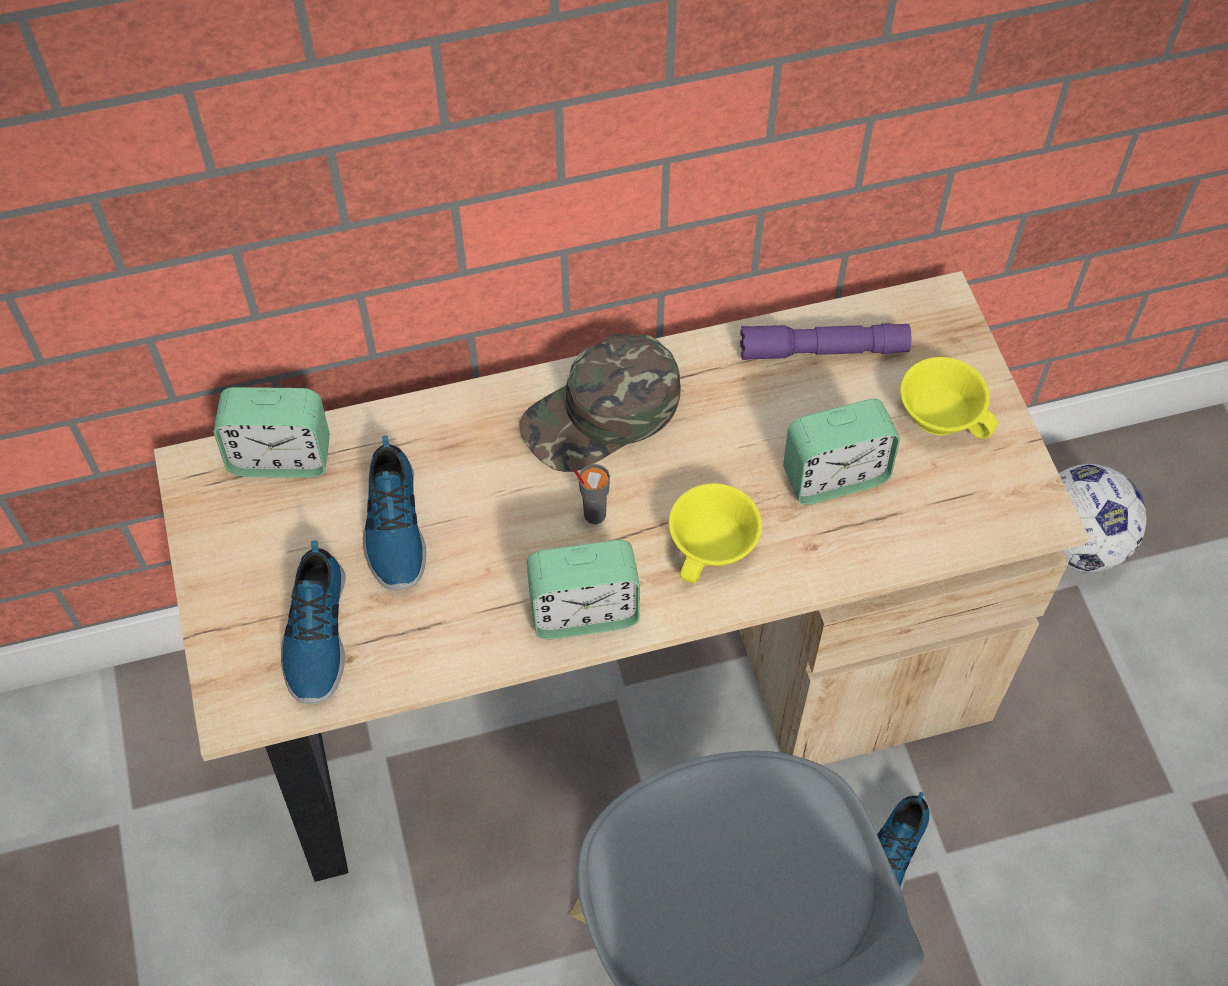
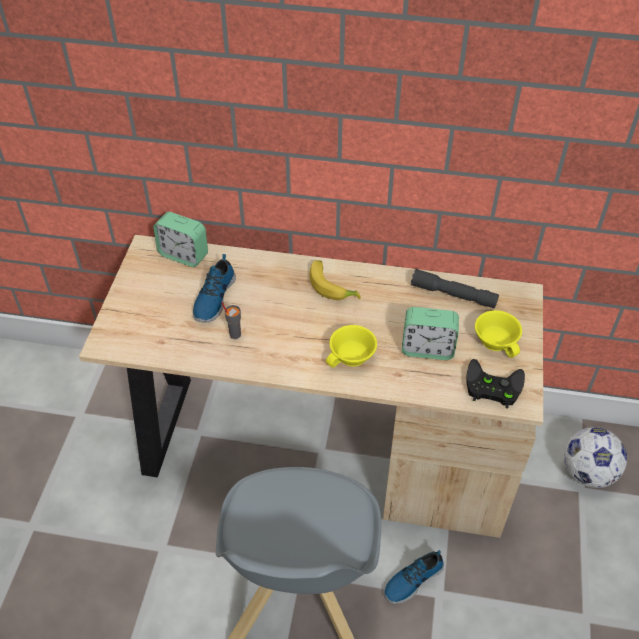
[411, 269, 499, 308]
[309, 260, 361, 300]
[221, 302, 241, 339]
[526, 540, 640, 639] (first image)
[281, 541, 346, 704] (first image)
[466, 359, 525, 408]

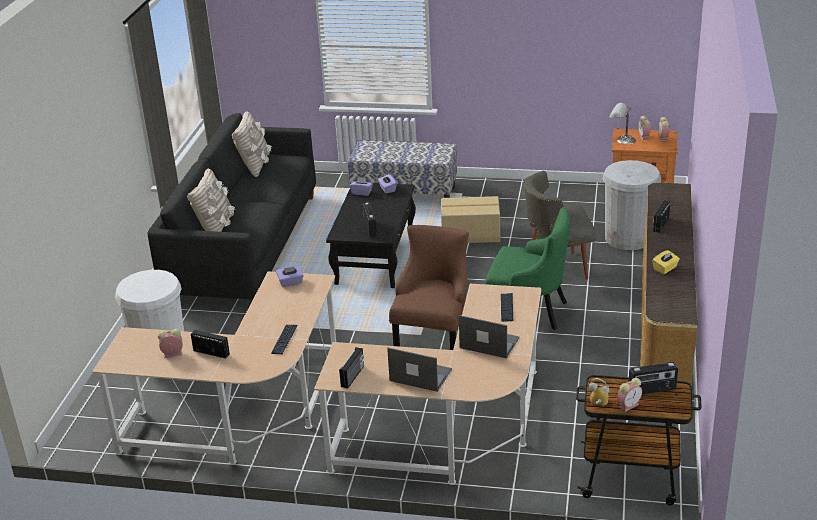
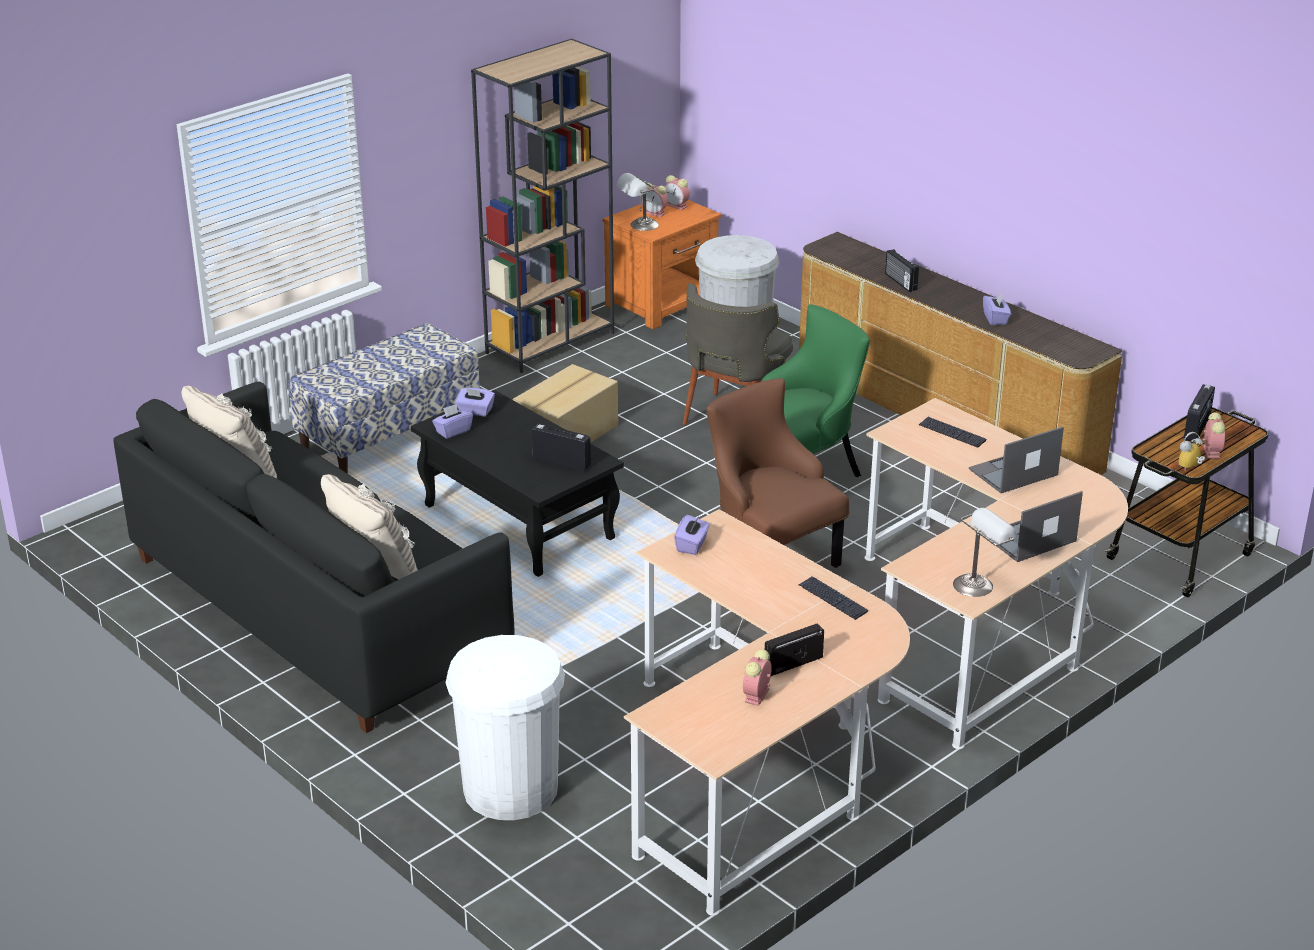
[983, 292, 1011, 325]
[953, 508, 1018, 597]
[471, 39, 614, 373]

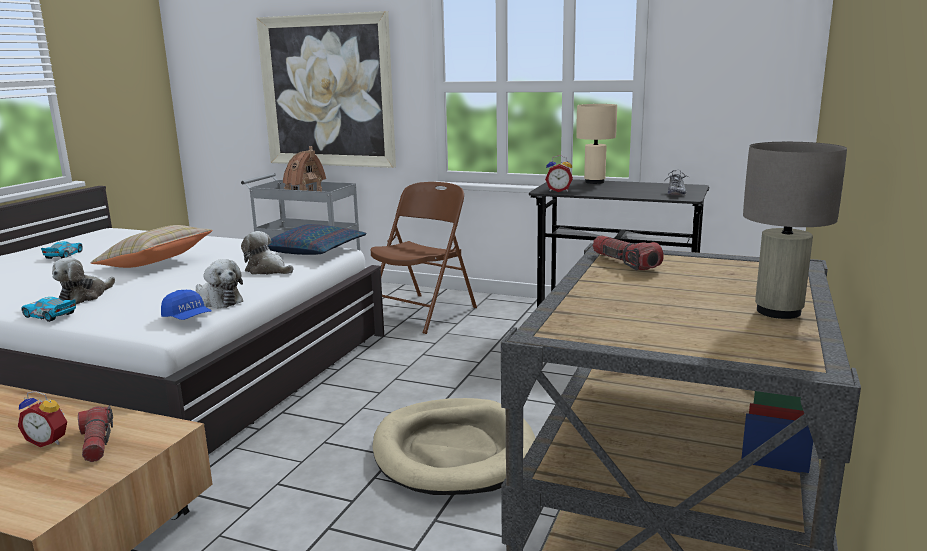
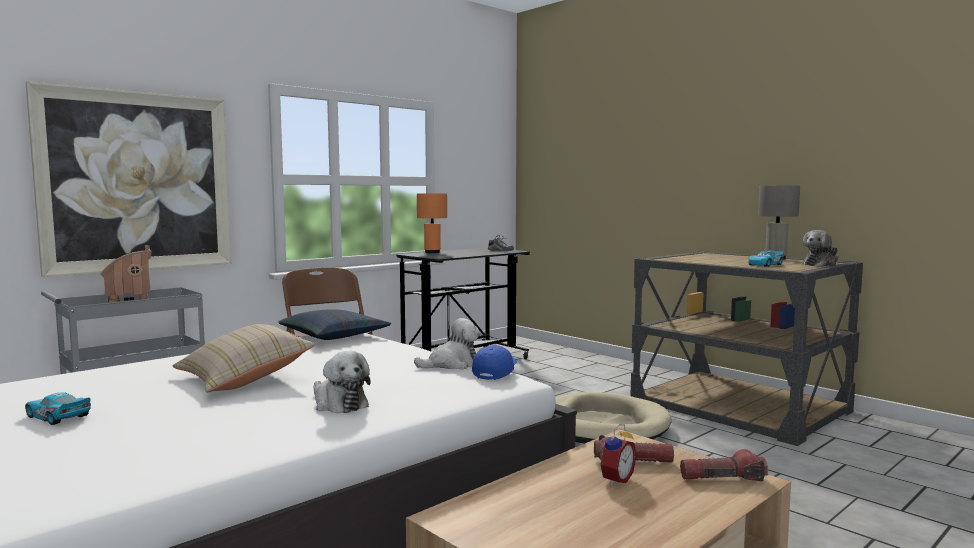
[417, 193, 447, 253]
[545, 155, 573, 192] (first image)
[803, 230, 839, 267]
[680, 449, 768, 482]
[472, 345, 517, 380]
[748, 250, 784, 267]

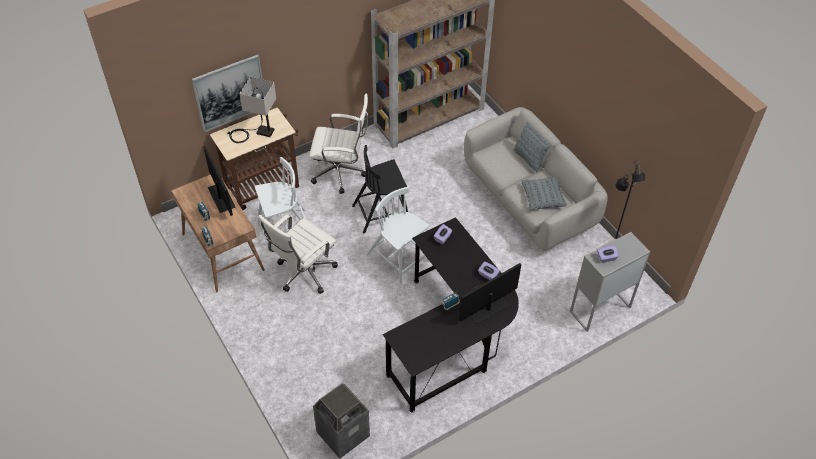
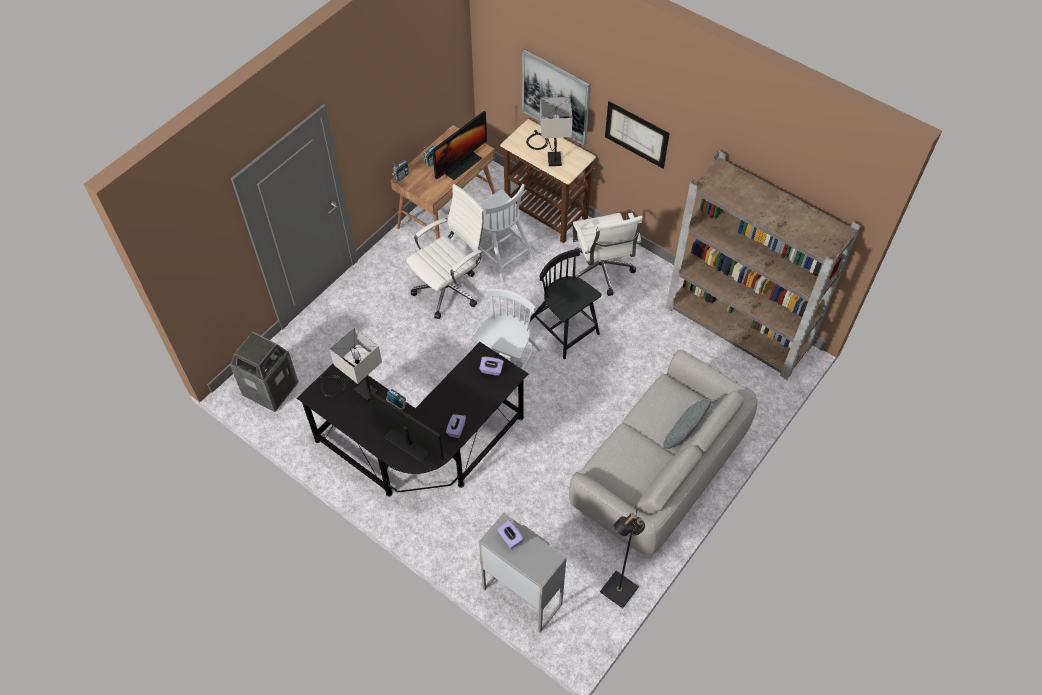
[521, 176, 567, 210] (first image)
[406, 184, 484, 319]
[605, 101, 670, 169]
[320, 327, 382, 401]

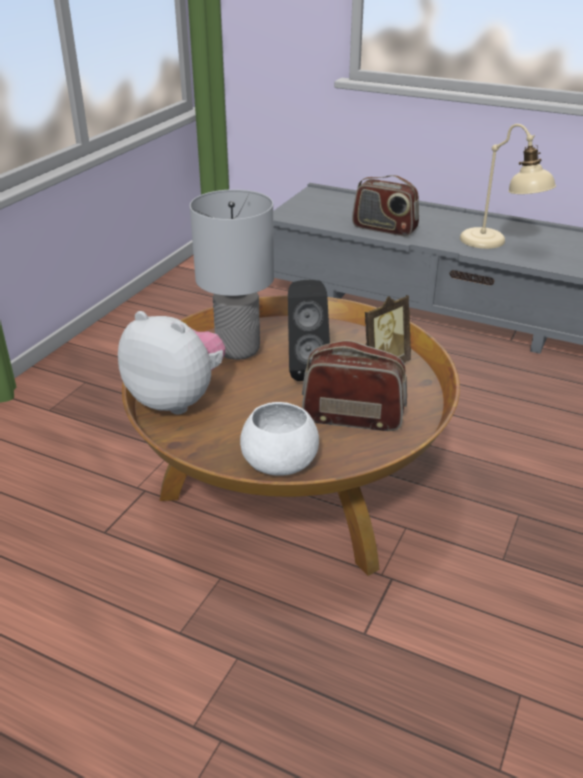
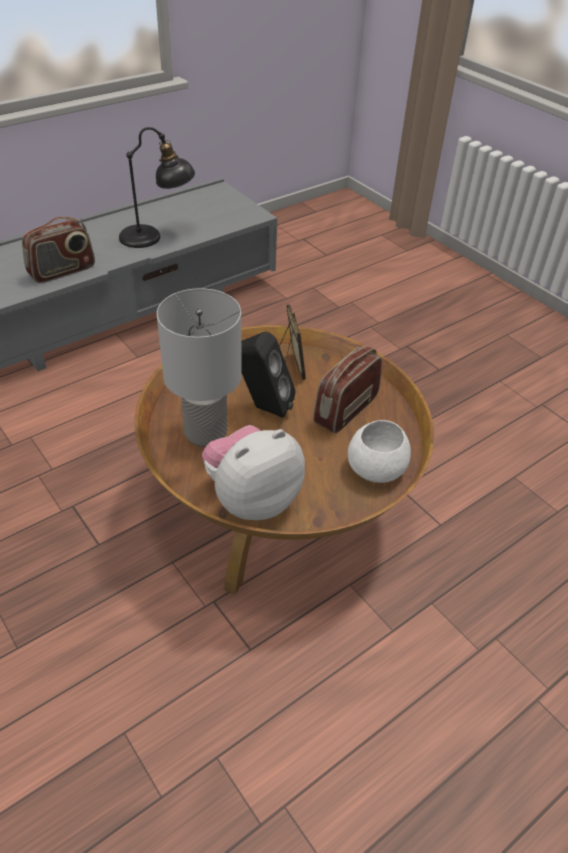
[119, 127, 195, 248]

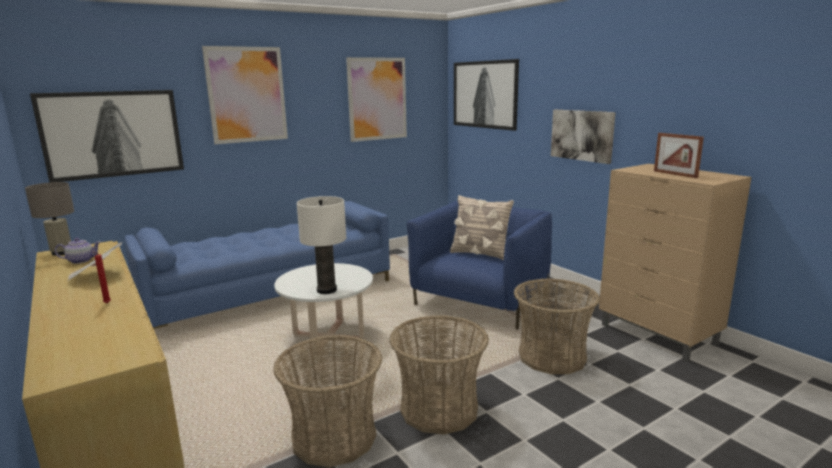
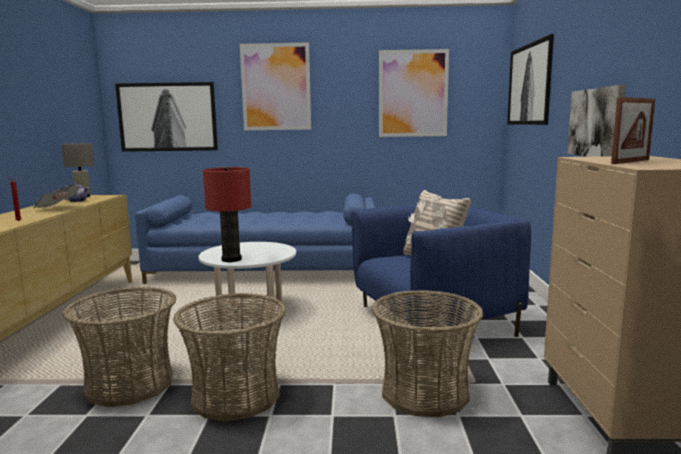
[611, 97, 656, 164]
[203, 167, 251, 262]

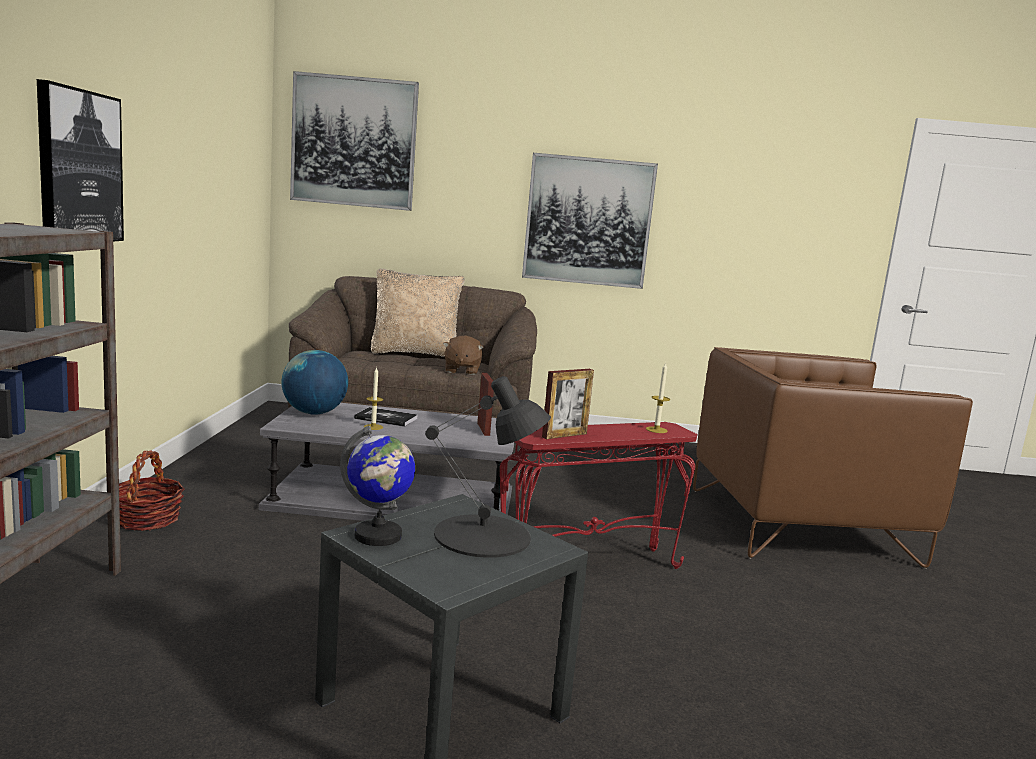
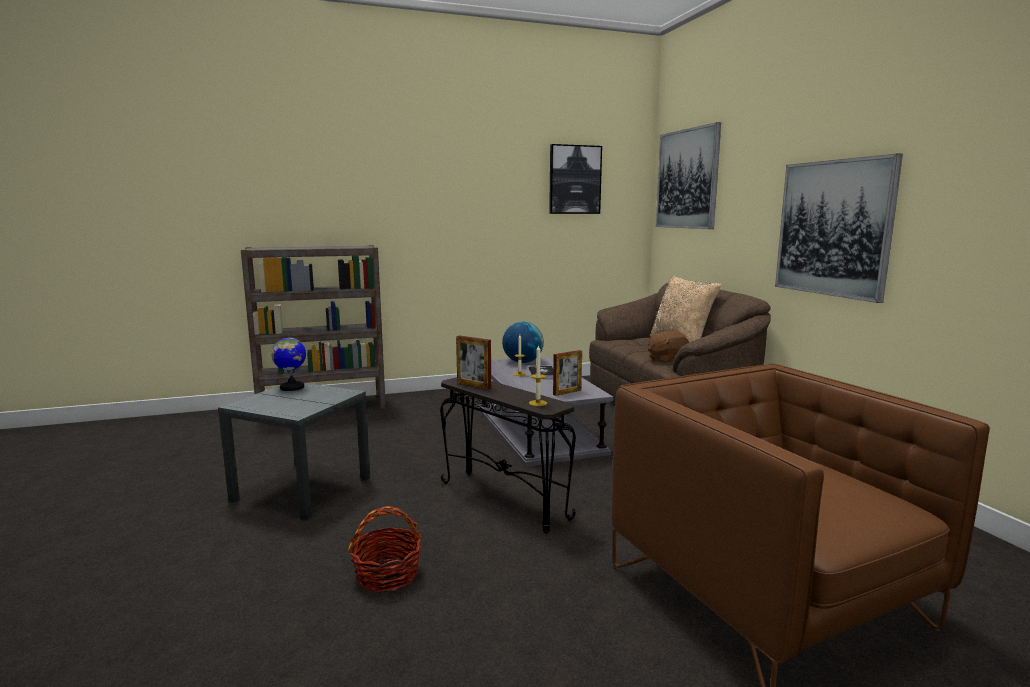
[549, 144, 602, 214]
[425, 376, 551, 558] (first image)
[440, 377, 576, 534]
[348, 506, 422, 592]

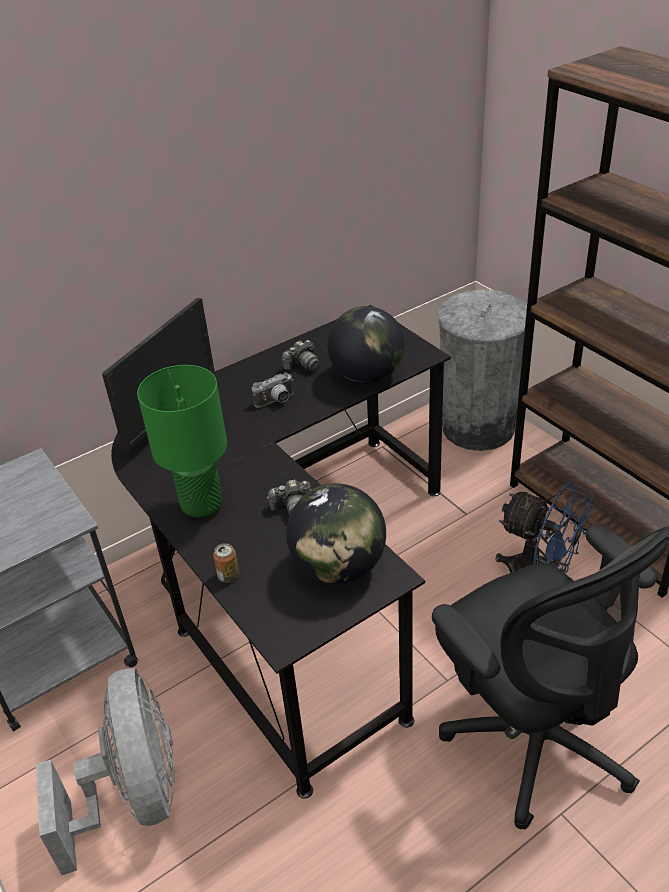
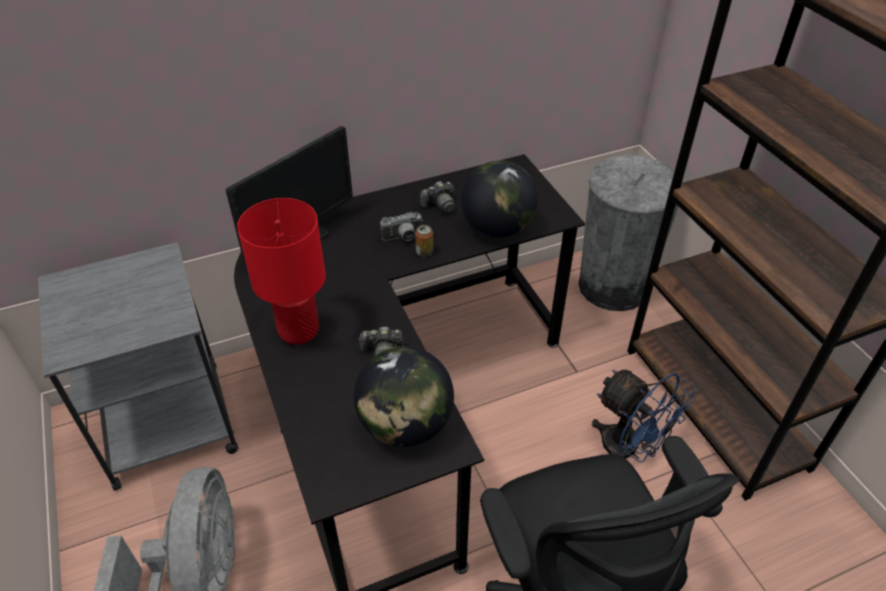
[237, 198, 326, 345]
[415, 225, 433, 257]

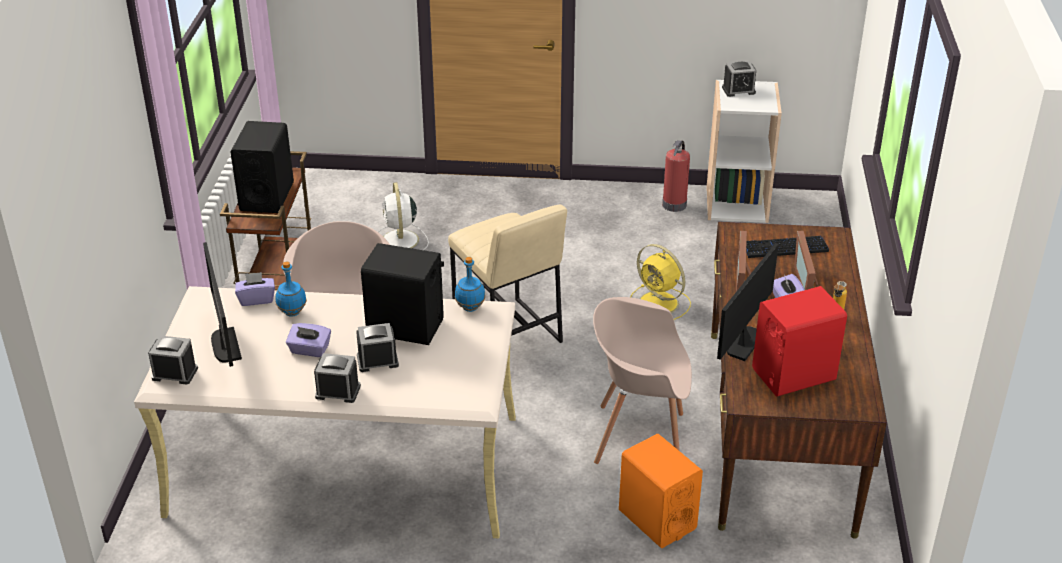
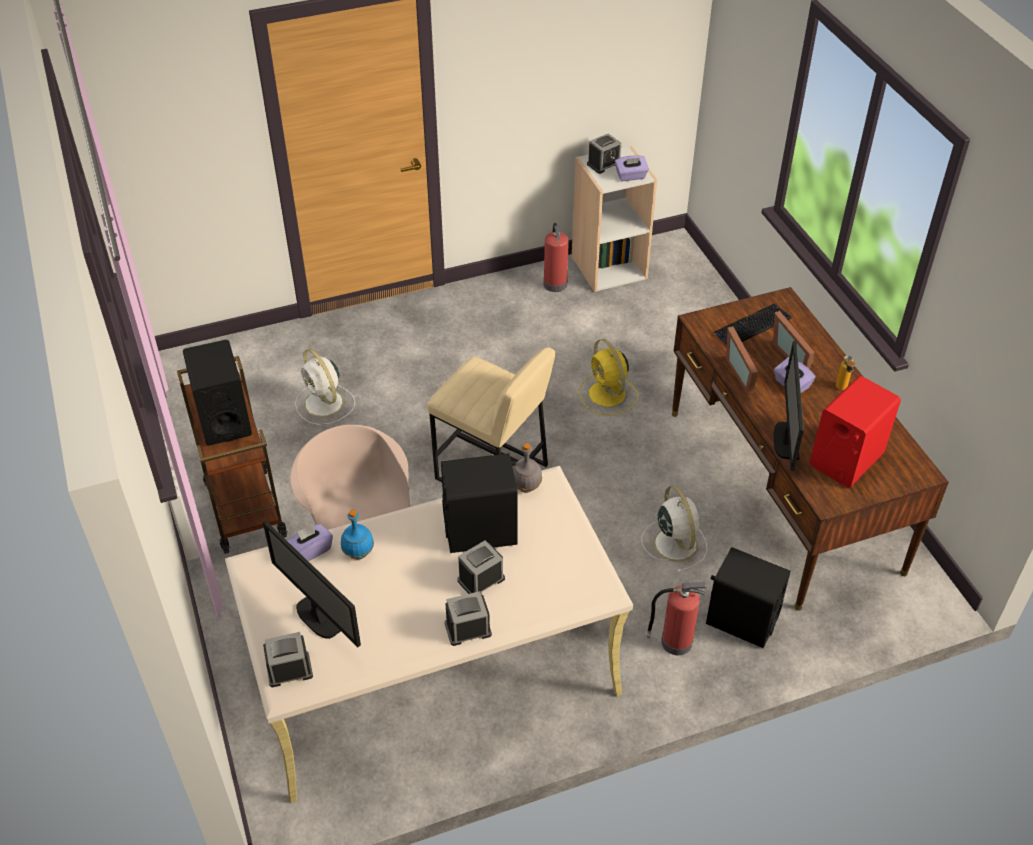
[579, 339, 638, 415]
[513, 443, 542, 493]
[641, 485, 707, 573]
[615, 155, 649, 181]
[706, 547, 791, 648]
[645, 582, 706, 655]

